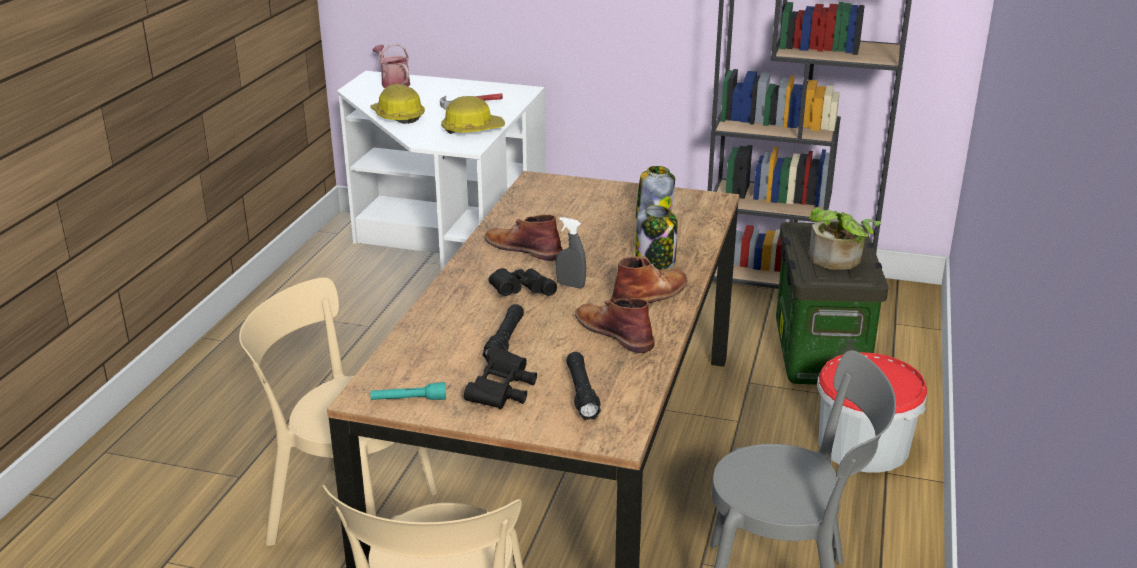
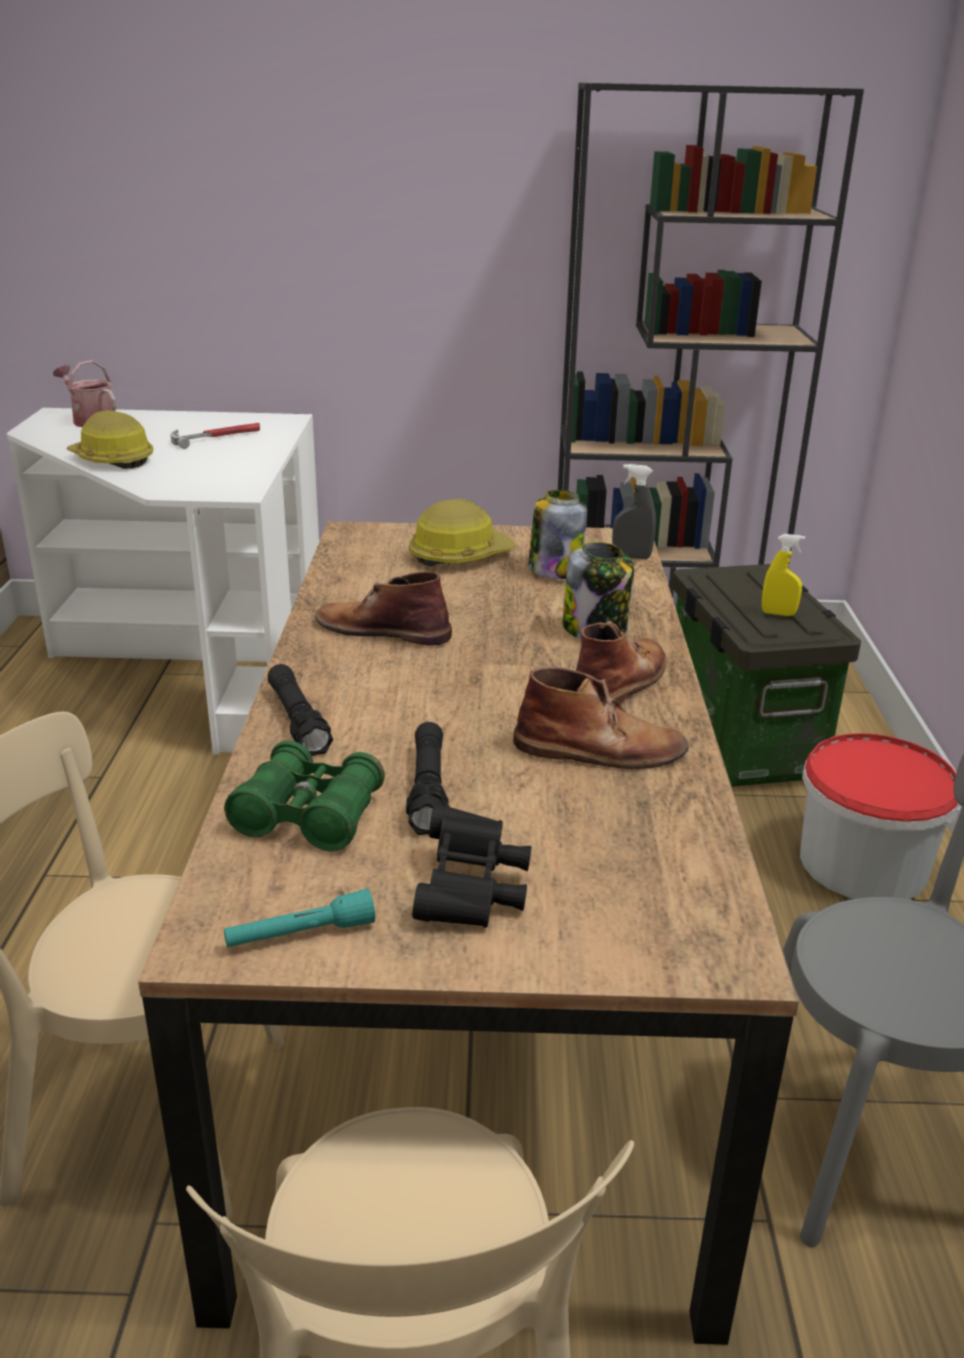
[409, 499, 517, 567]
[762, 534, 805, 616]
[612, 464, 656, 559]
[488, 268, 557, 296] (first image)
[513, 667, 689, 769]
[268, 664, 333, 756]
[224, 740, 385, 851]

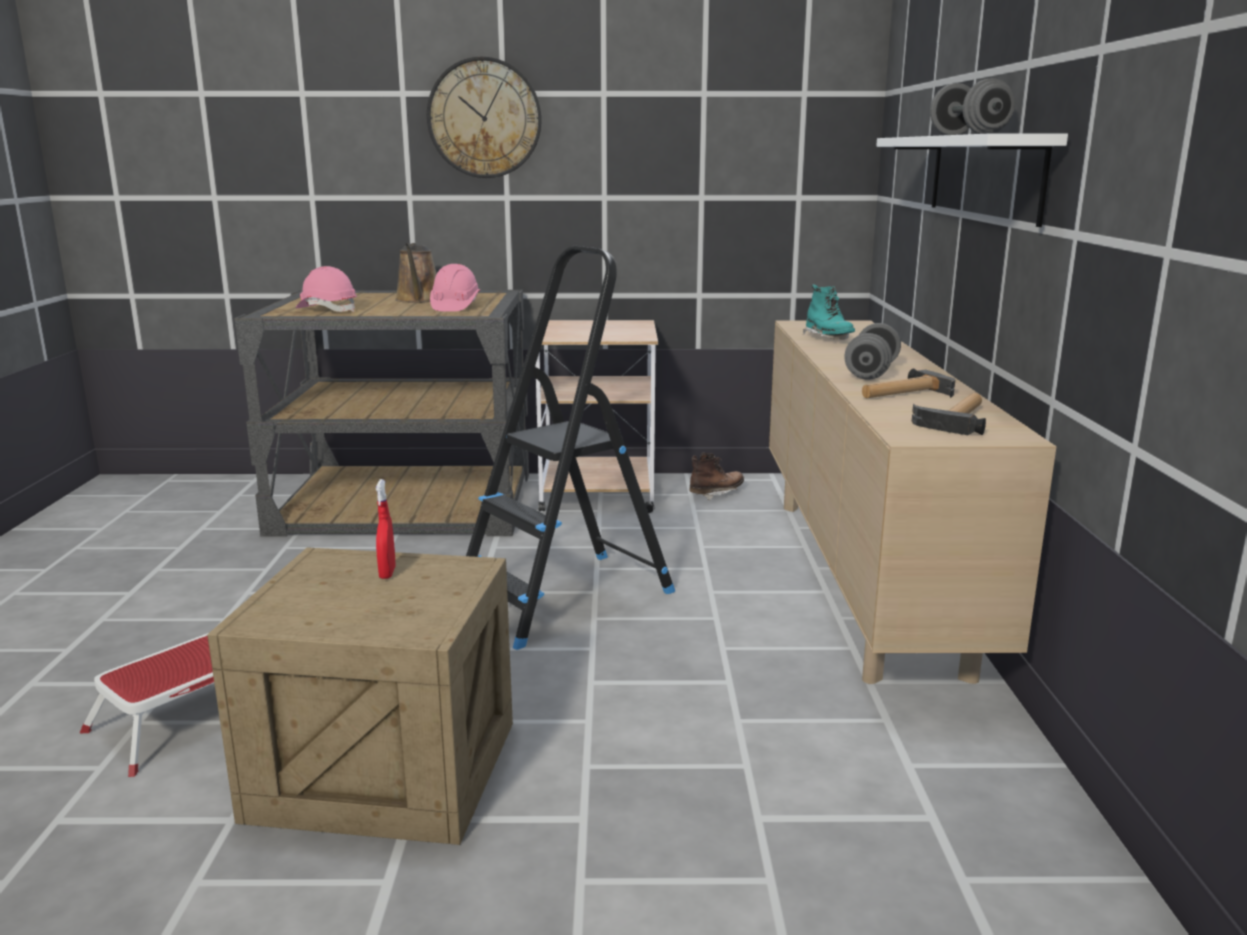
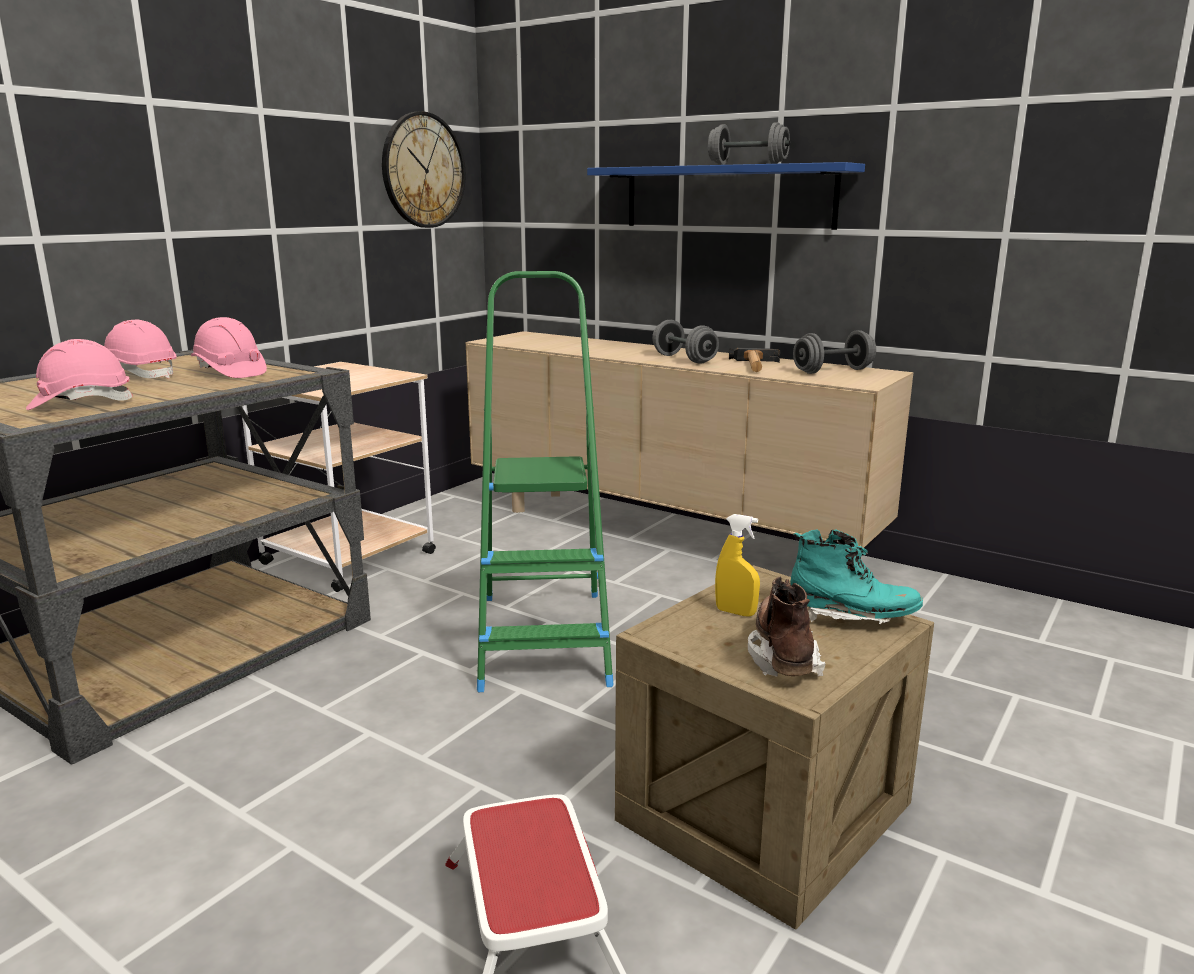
[382, 111, 466, 228]
[587, 162, 865, 230]
[104, 320, 177, 379]
[477, 271, 613, 692]
[790, 529, 923, 624]
[793, 330, 876, 374]
[748, 577, 826, 677]
[715, 514, 760, 616]

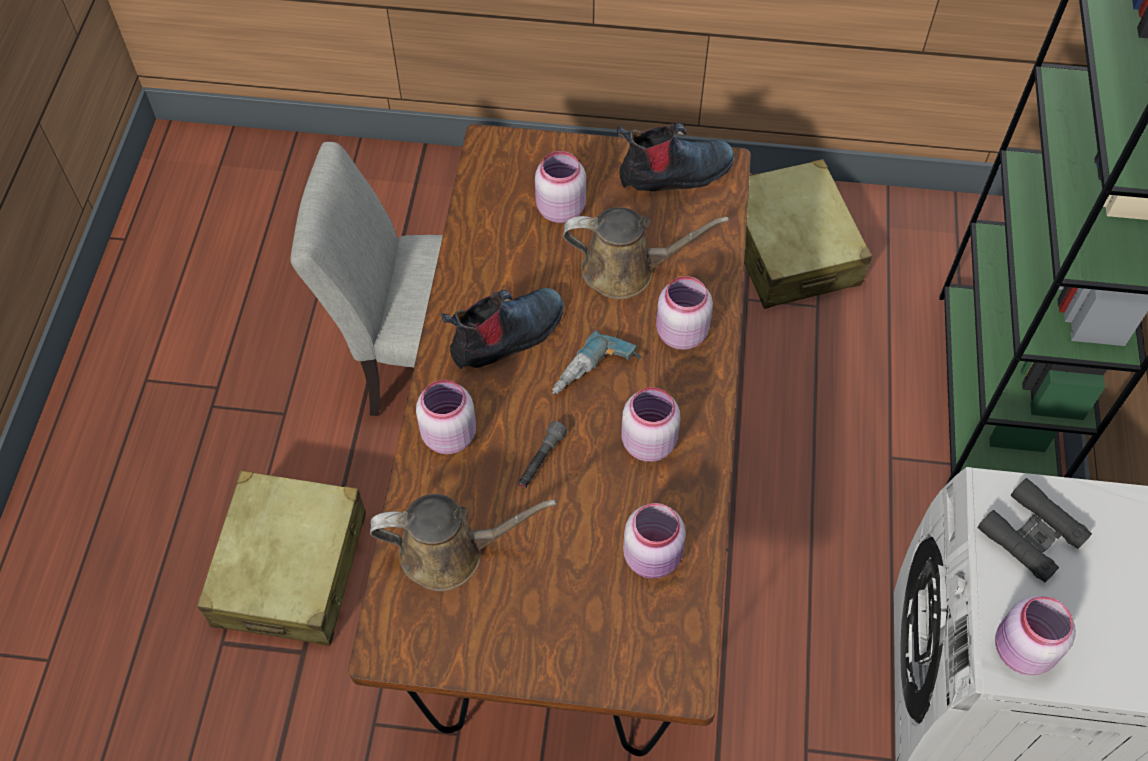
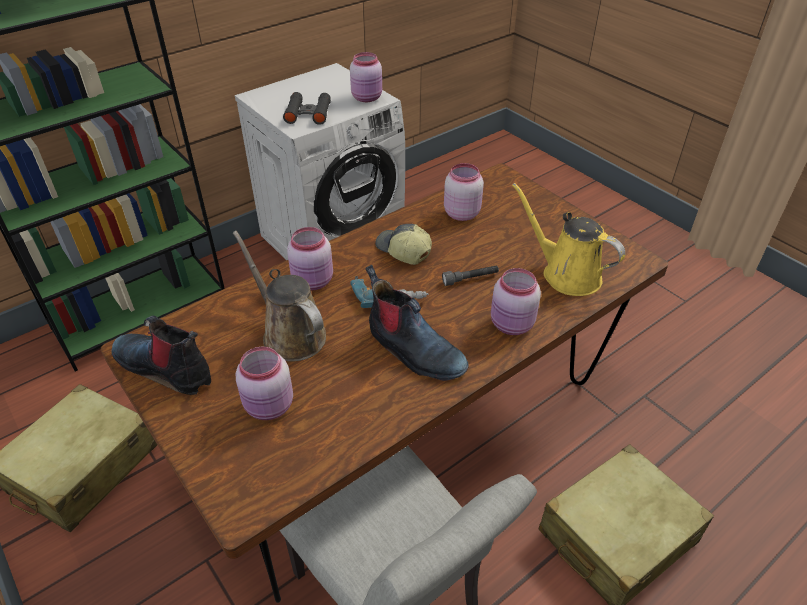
[365, 265, 469, 381]
[375, 224, 432, 265]
[512, 183, 625, 296]

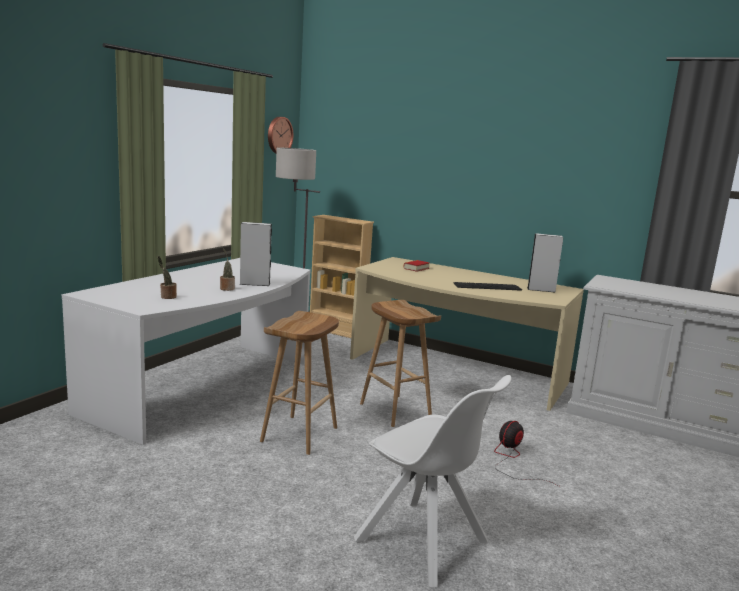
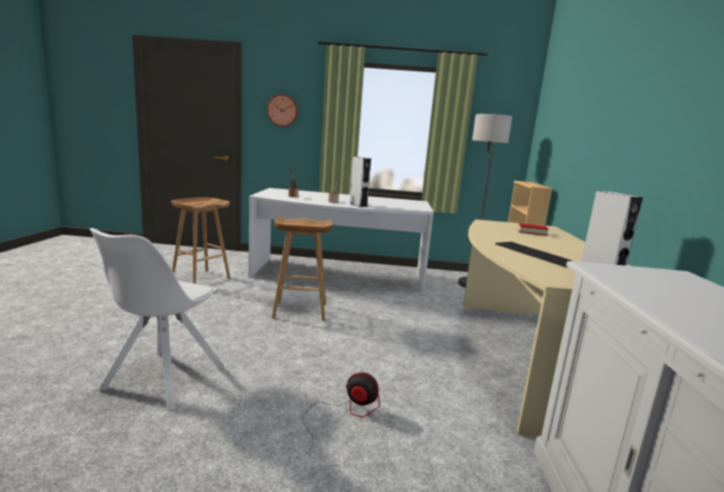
[267, 94, 298, 127]
[171, 197, 230, 284]

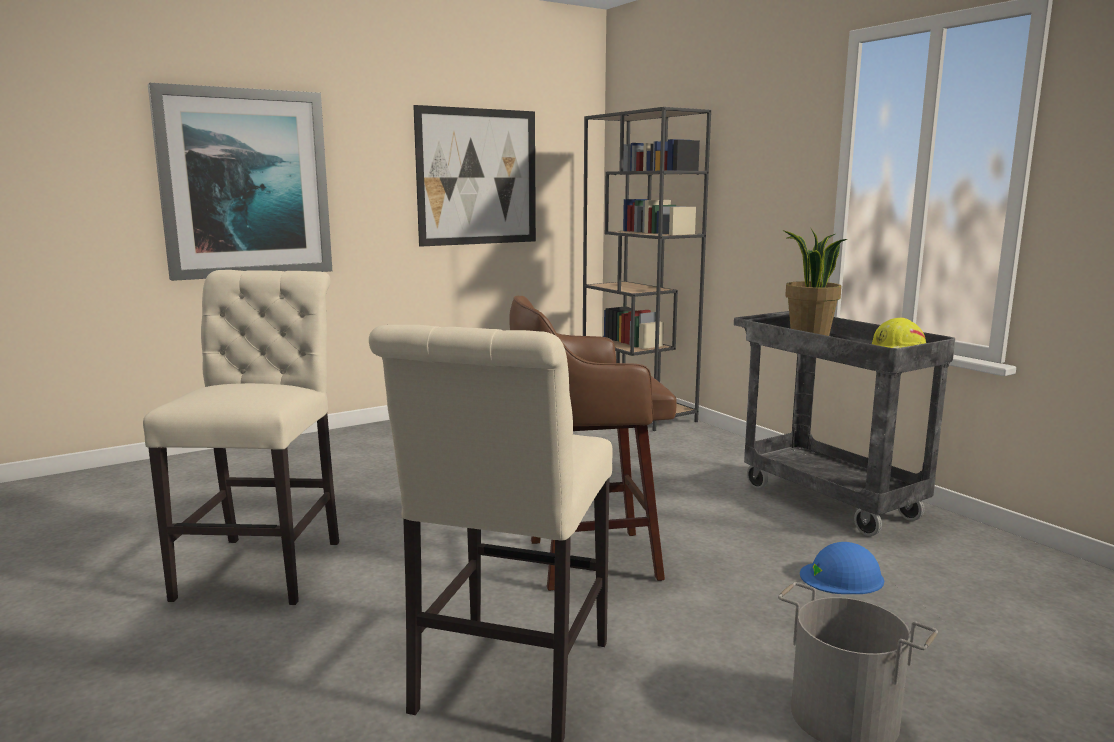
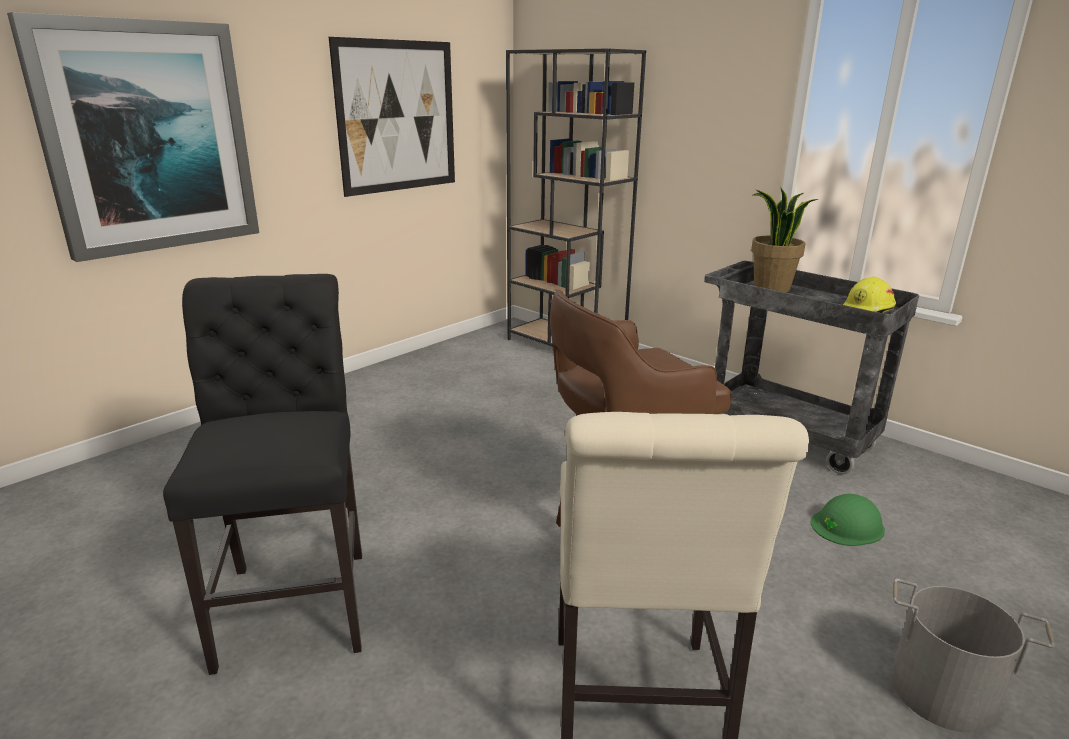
[163, 274, 362, 675]
[811, 494, 885, 546]

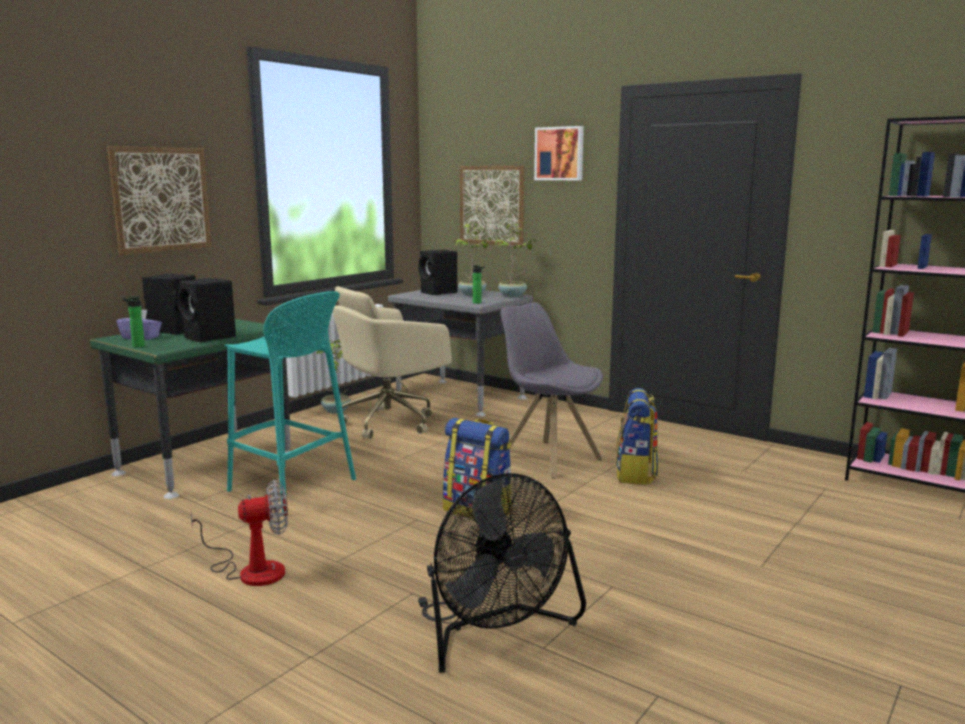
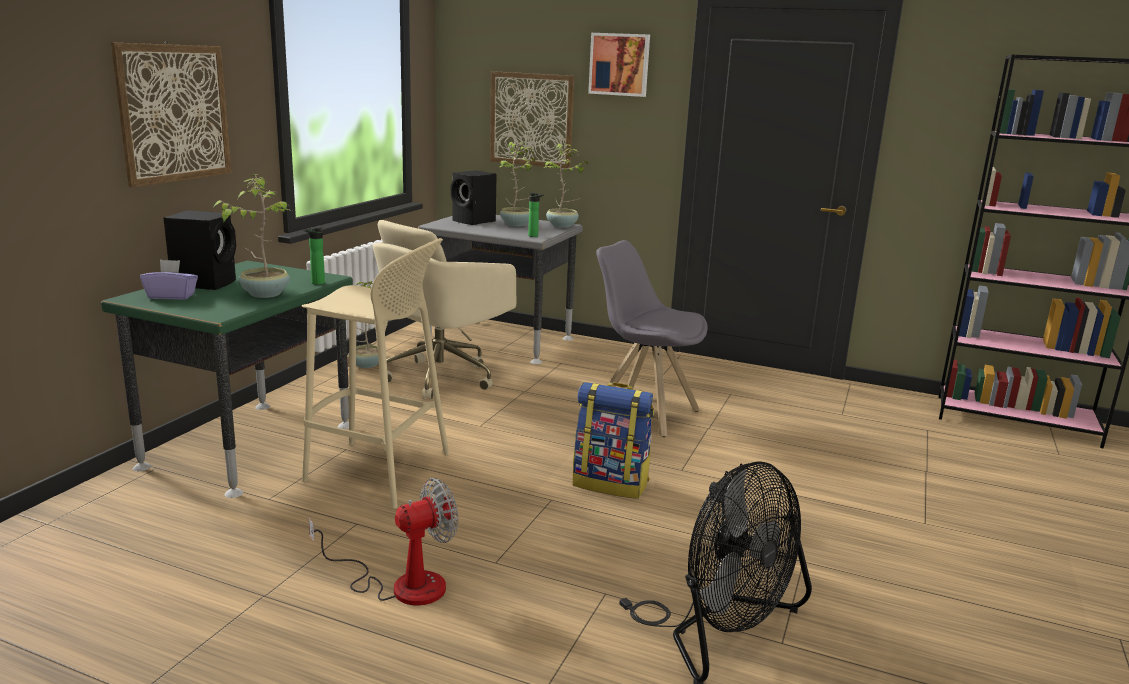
[214, 174, 292, 298]
[302, 238, 449, 508]
[303, 227, 325, 285]
[616, 388, 659, 485] (first image)

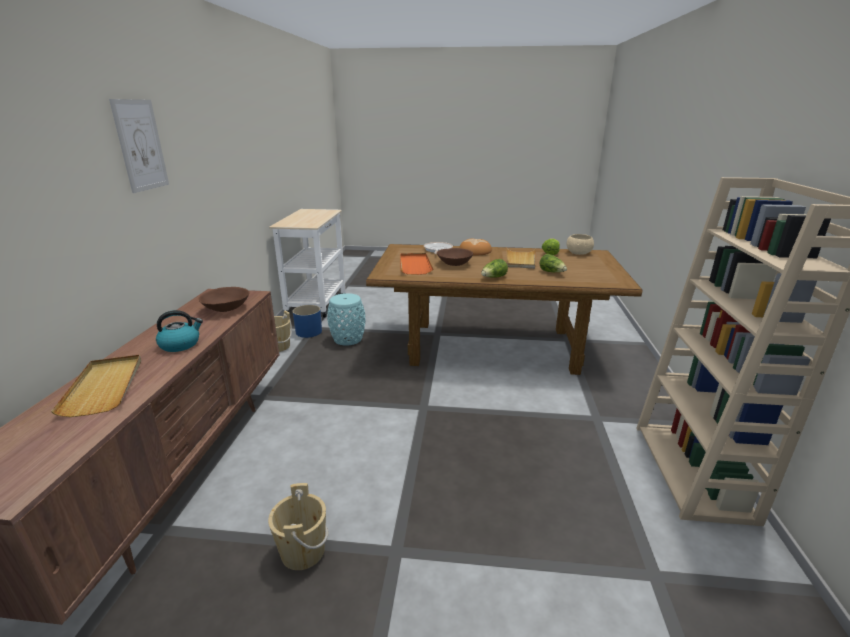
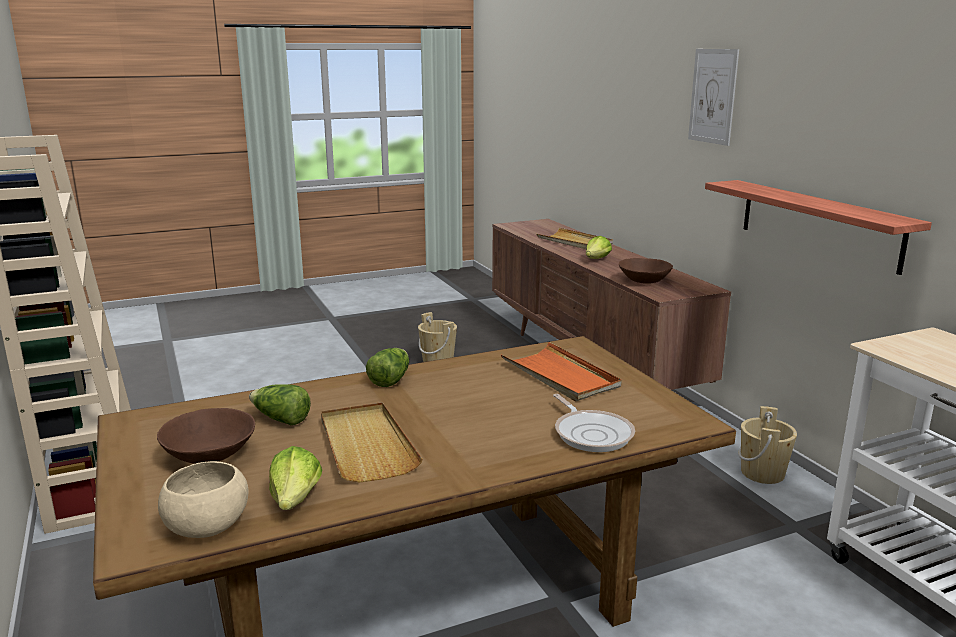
[459, 239, 492, 256] (first image)
[157, 408, 255, 464]
[327, 293, 365, 345] (first image)
[293, 305, 322, 338] (first image)
[586, 236, 612, 259]
[705, 180, 932, 275]

